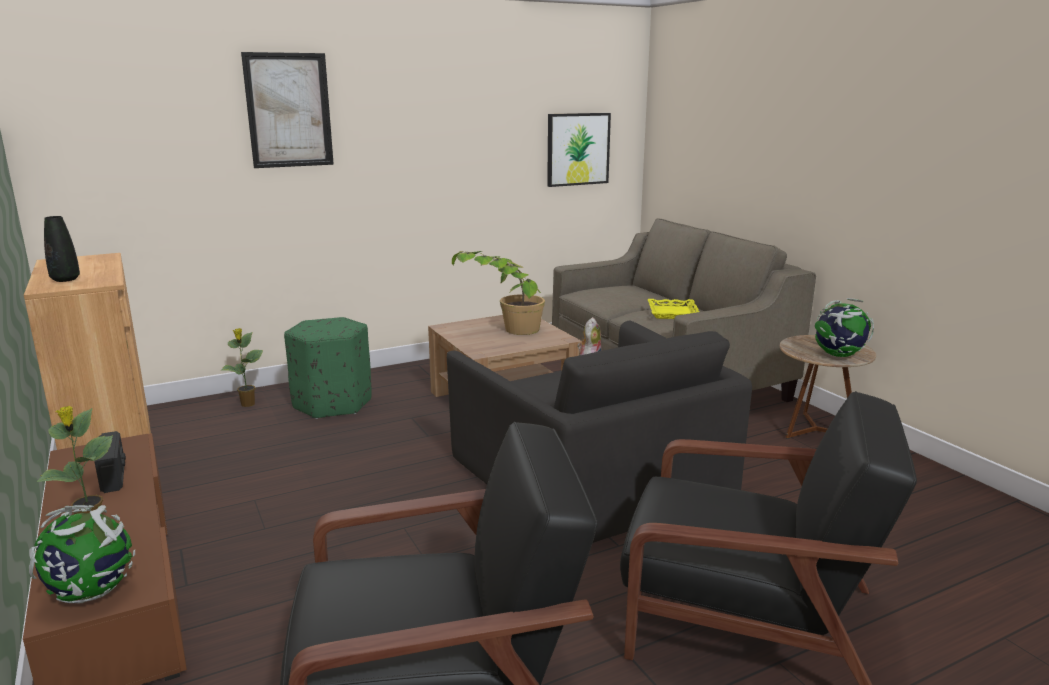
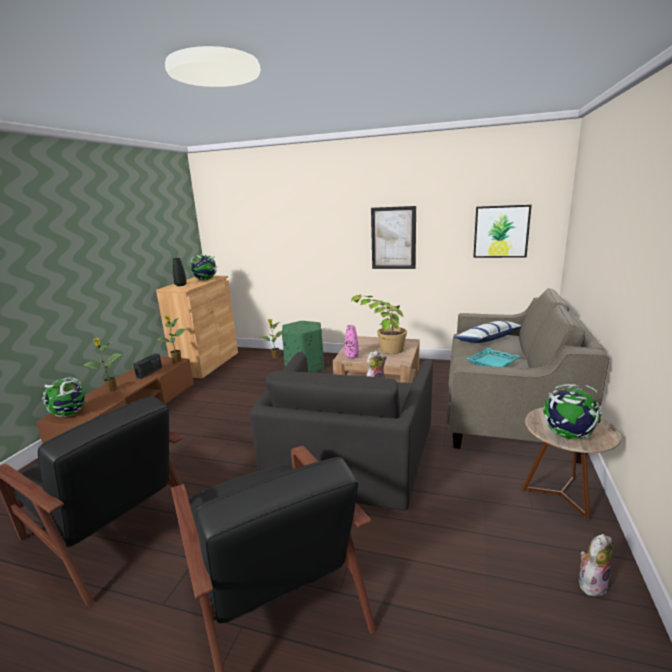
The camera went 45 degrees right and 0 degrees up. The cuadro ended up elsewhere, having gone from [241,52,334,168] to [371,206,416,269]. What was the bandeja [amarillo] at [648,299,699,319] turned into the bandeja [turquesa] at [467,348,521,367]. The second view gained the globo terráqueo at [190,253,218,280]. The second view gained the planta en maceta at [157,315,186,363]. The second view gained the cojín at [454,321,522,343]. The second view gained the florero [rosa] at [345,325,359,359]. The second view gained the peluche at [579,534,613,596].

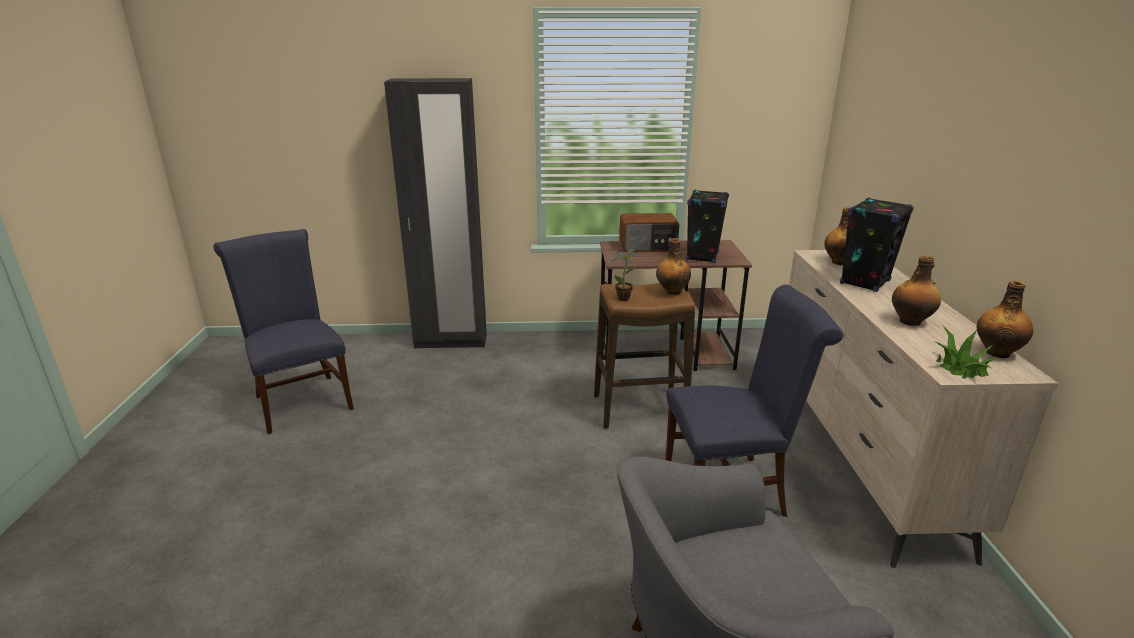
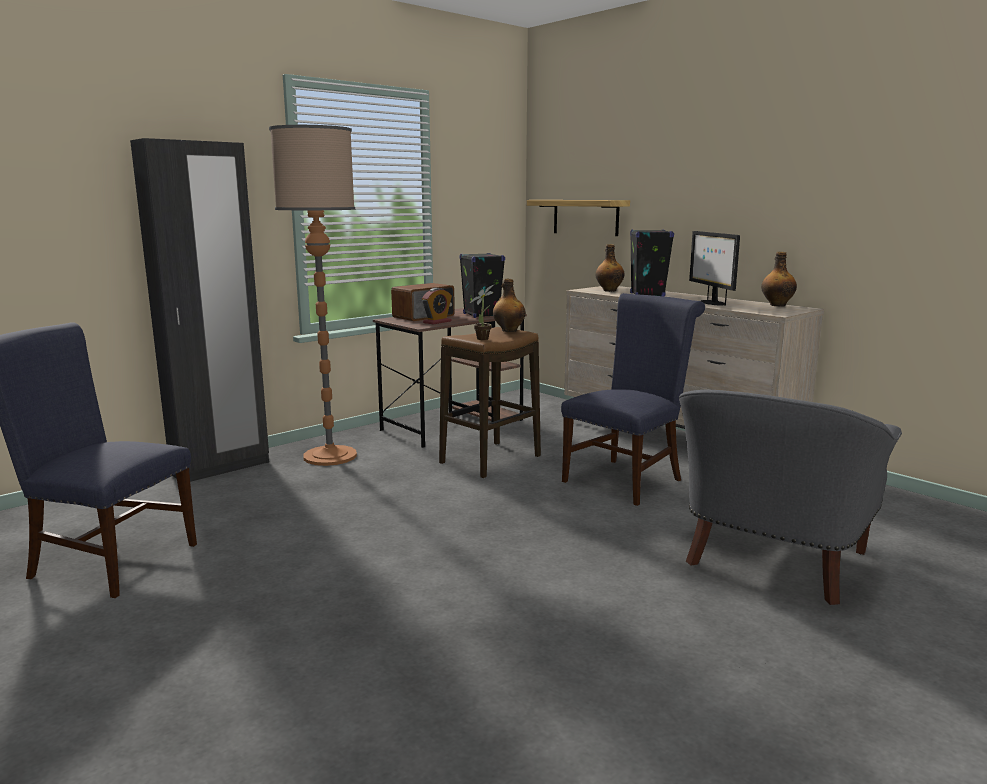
The camera went 40 degrees left and 10 degrees down. Where the botella stood at [892,255,941,326], the monitor came to stand at [689,231,740,306]. The second view lost the planta en maceta at [936,326,997,379]. The second view gained the lámpara de pie at [269,125,357,466]. The second view gained the estante at [527,200,630,236]. The second view gained the despertador at [422,288,452,324].

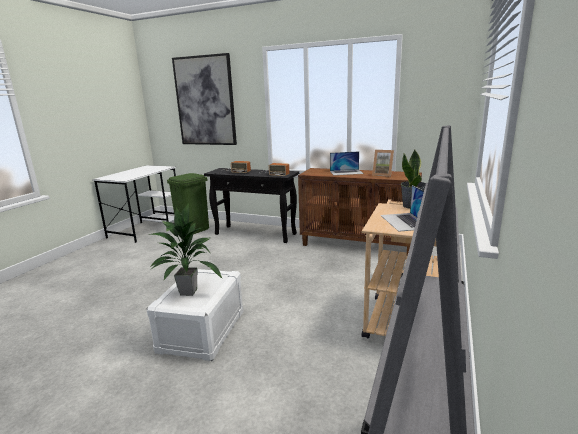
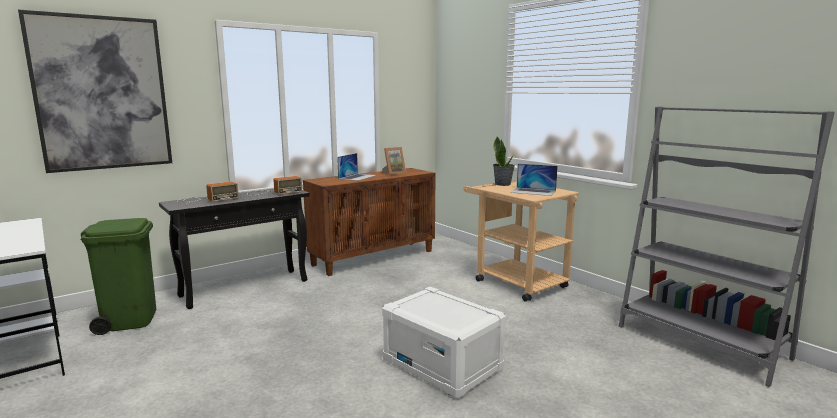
The camera went 60 degrees left and 5 degrees down. The second view lost the planta en maceta at [150,203,223,296].

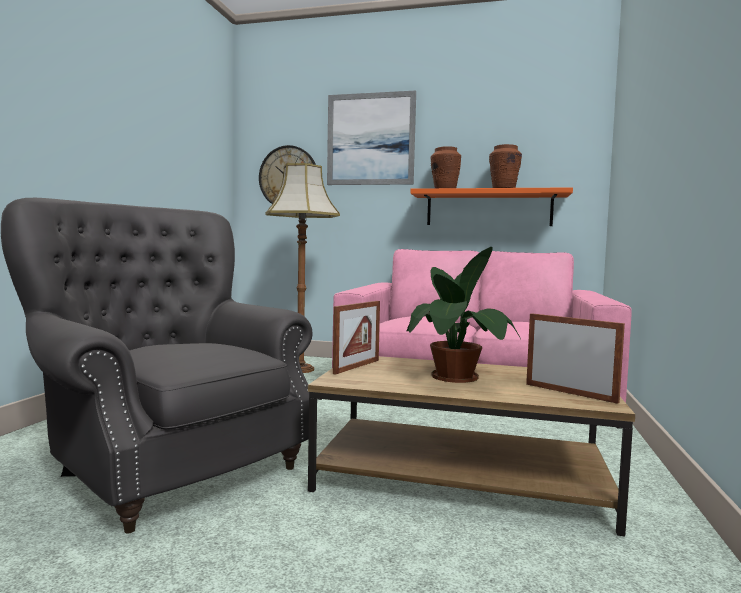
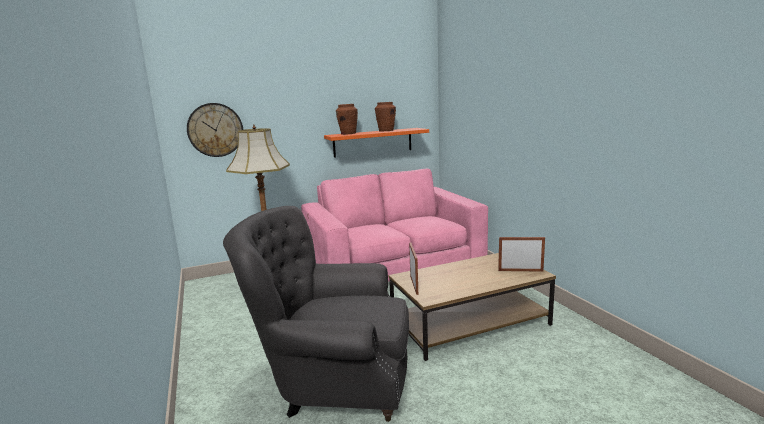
The camera went 35 degrees left and 10 degrees up. The second view lost the cuadro at [327,90,416,185]. The second view lost the planta en maceta at [407,247,521,383].

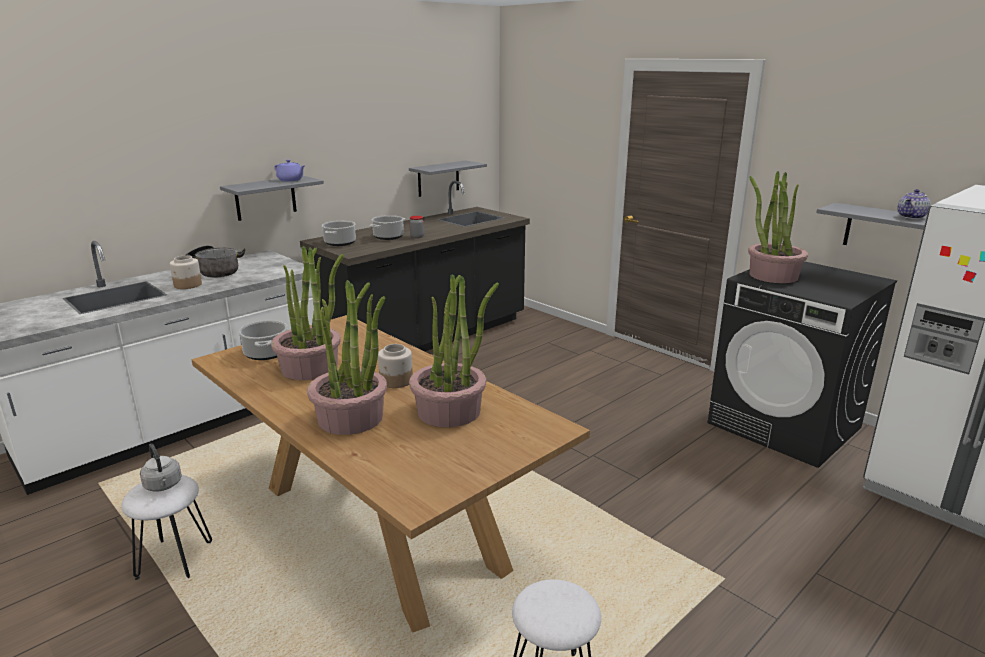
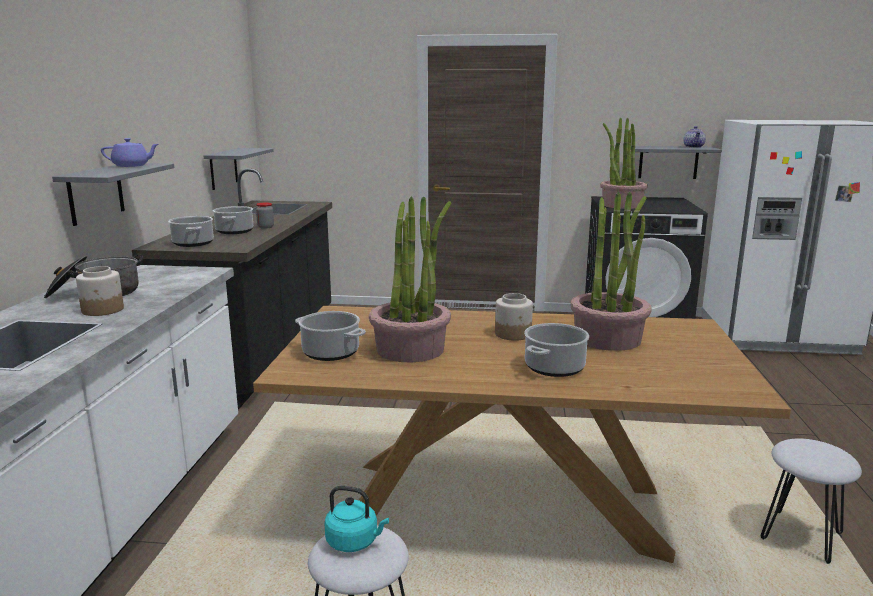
The camera went 40 degrees left and 5 degrees down. Where the planta en maceta stood at [307,280,387,435], the olla came to stand at [524,323,589,377]. What was the hervidor [gris] at [140,444,182,492] turned into the hervidor [turquesa] at [324,486,389,552].

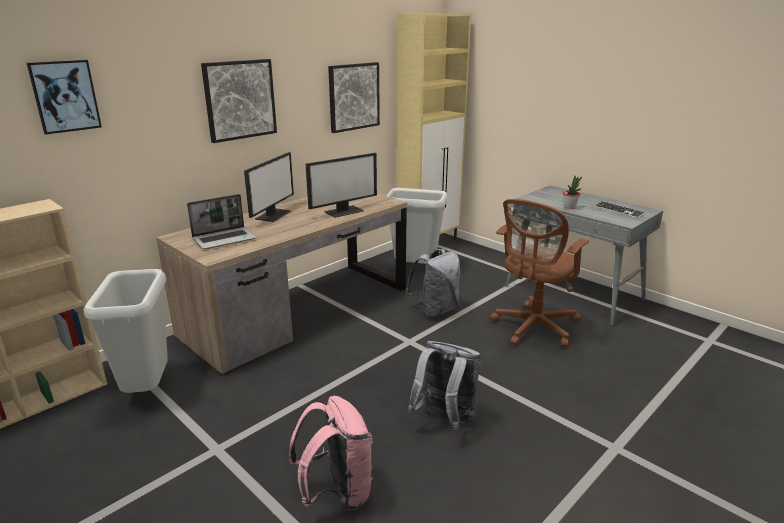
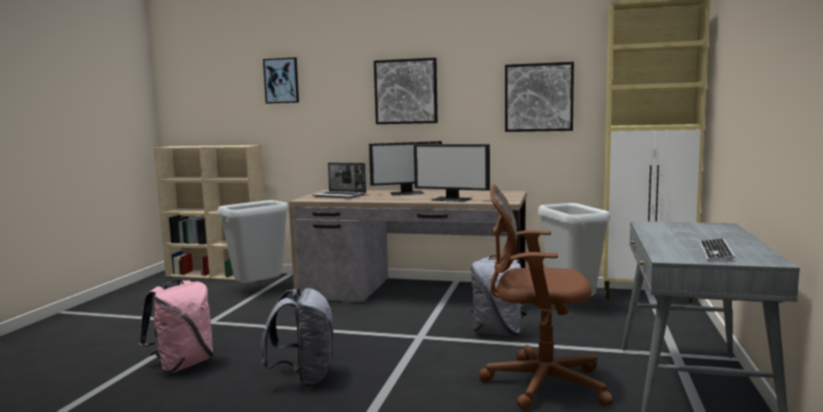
The camera went 60 degrees right and 15 degrees down. The second view lost the planta en maceta at [563,175,582,209].

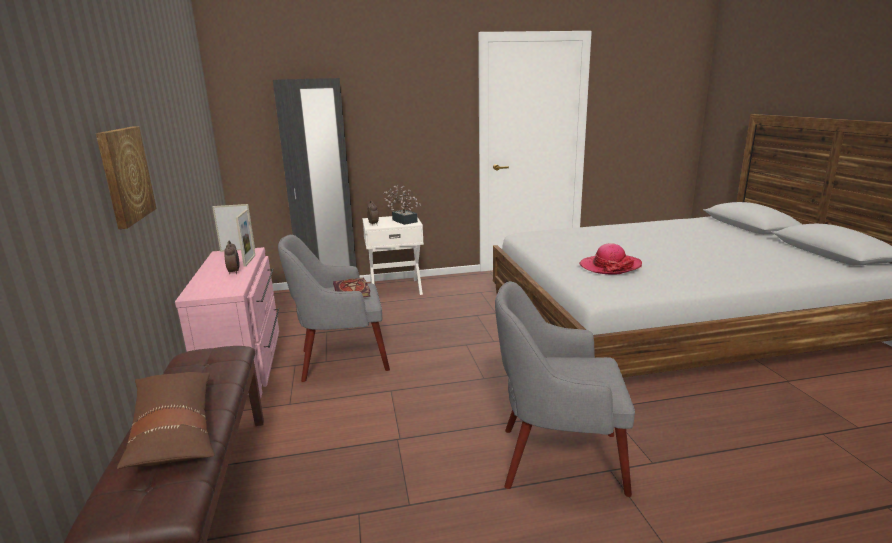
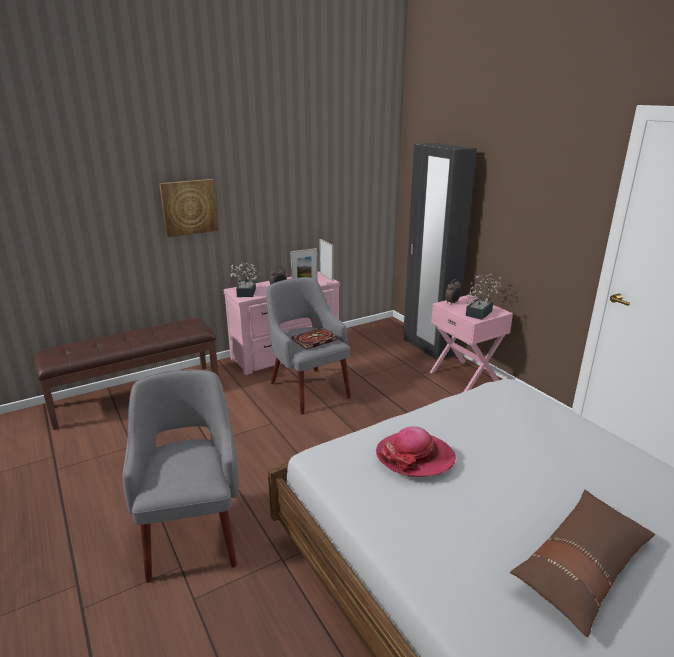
The camera went 70 degrees right and 5 degrees up. What was the mesita de noche [blanco] at [362,216,424,295] turned into the mesita de noche [rosa] at [430,295,513,392]. The cojín [marrón] ended up elsewhere, having gone from [117,372,215,469] to [510,490,655,637]. The second view gained the planta en maceta at [230,262,260,297].

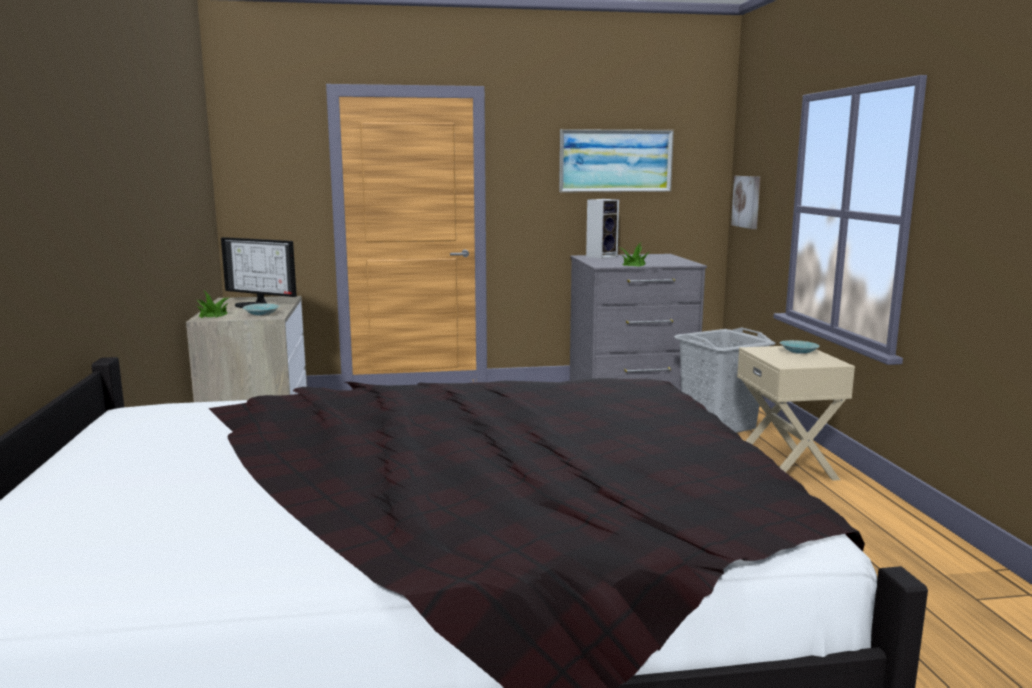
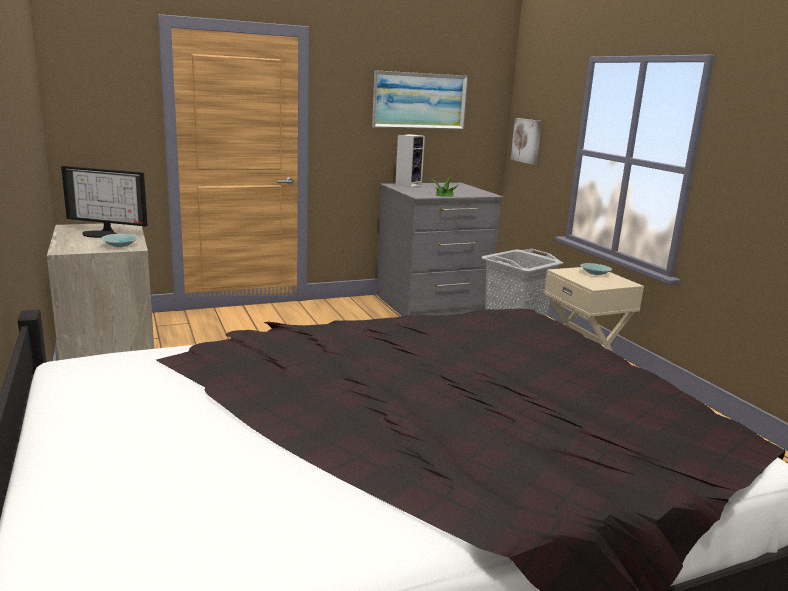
The camera went 15 degrees left and 5 degrees up. The second view lost the planta en maceta at [196,291,228,318].

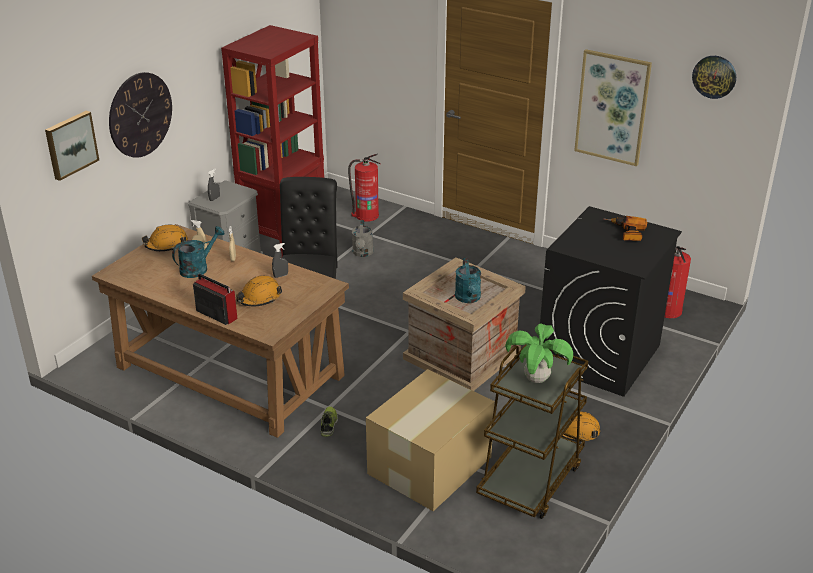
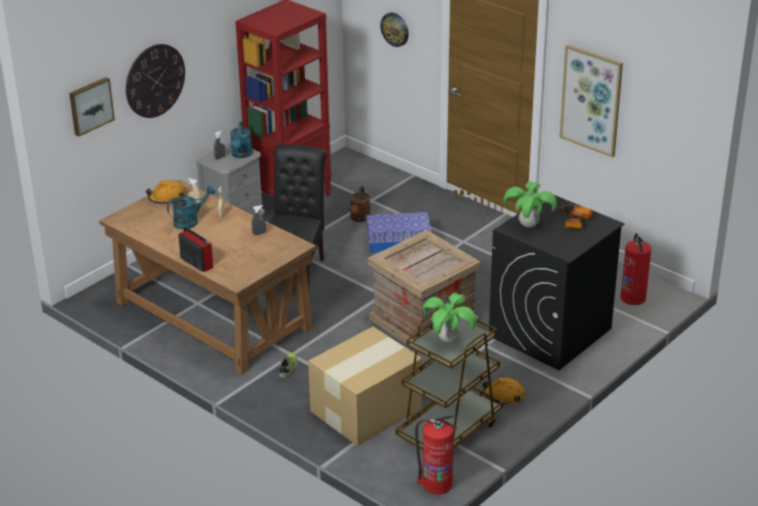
The camera went 10 degrees right and 0 degrees up. The reloj de pared ended up elsewhere, having gone from [692,56,736,99] to [380,13,409,47]. The extintor ended up elsewhere, having gone from [348,154,381,222] to [415,415,458,495]. What was the regadera [gris] at [352,220,374,257] turned into the regadera [marrón] at [350,186,371,222]. The regadera [turquesa] ended up elsewhere, having gone from [455,258,481,303] to [230,122,253,158]. The second view lost the casco [naranja] at [236,275,282,307]. The second view gained the planta en maceta at [504,181,557,228]. The second view gained the caja de almacenaje at [366,212,432,253].

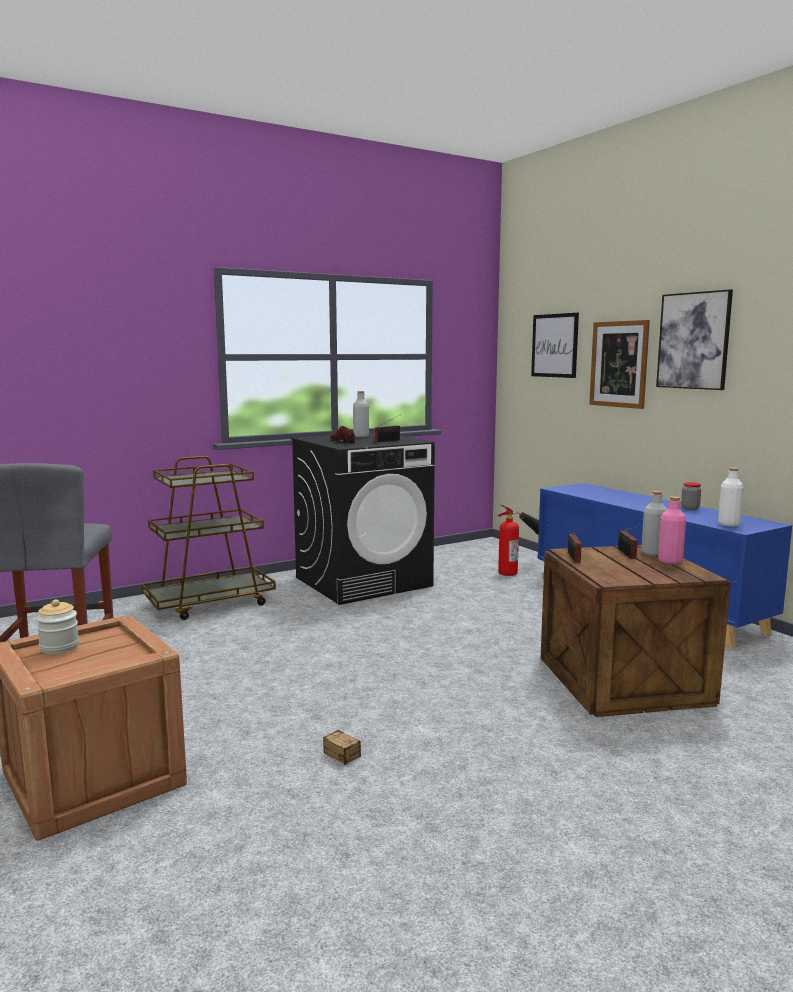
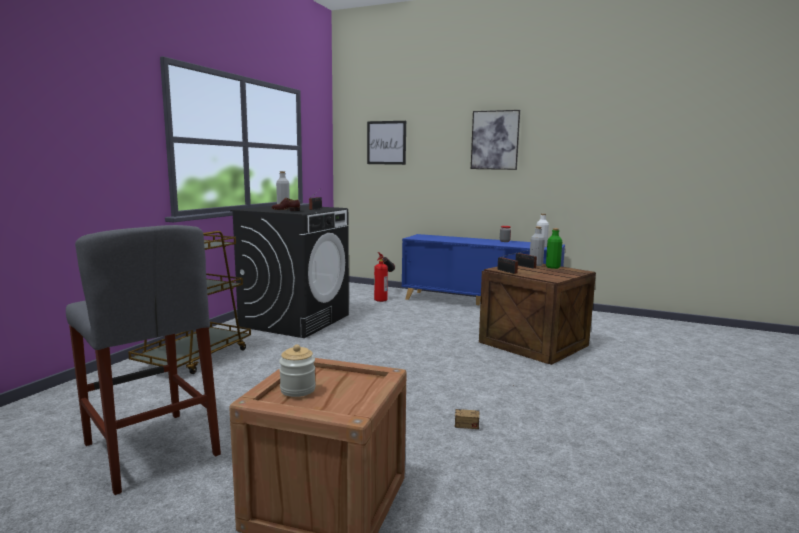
The camera went 35 degrees left and 0 degrees up. The second view lost the cuadro at [589,320,650,409]. What was the botella [rosa] at [658,496,686,565] turned into the botella [verde] at [546,228,562,269].

